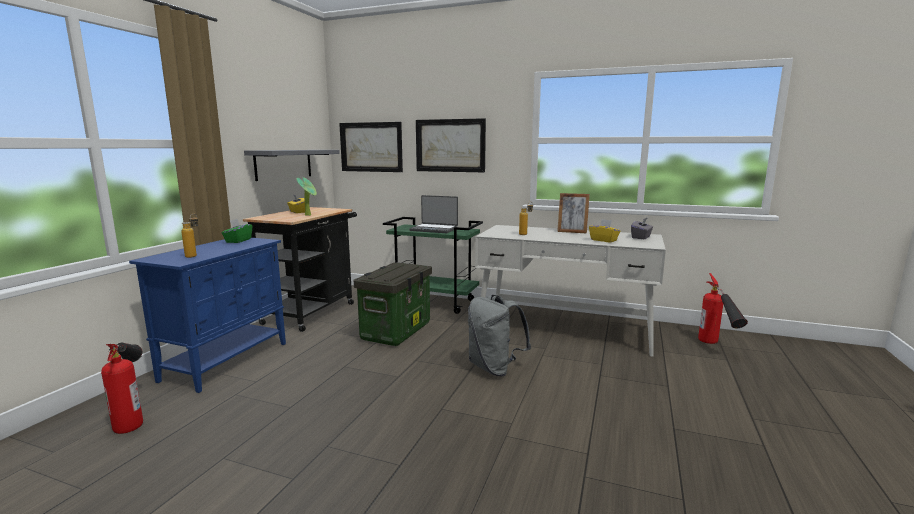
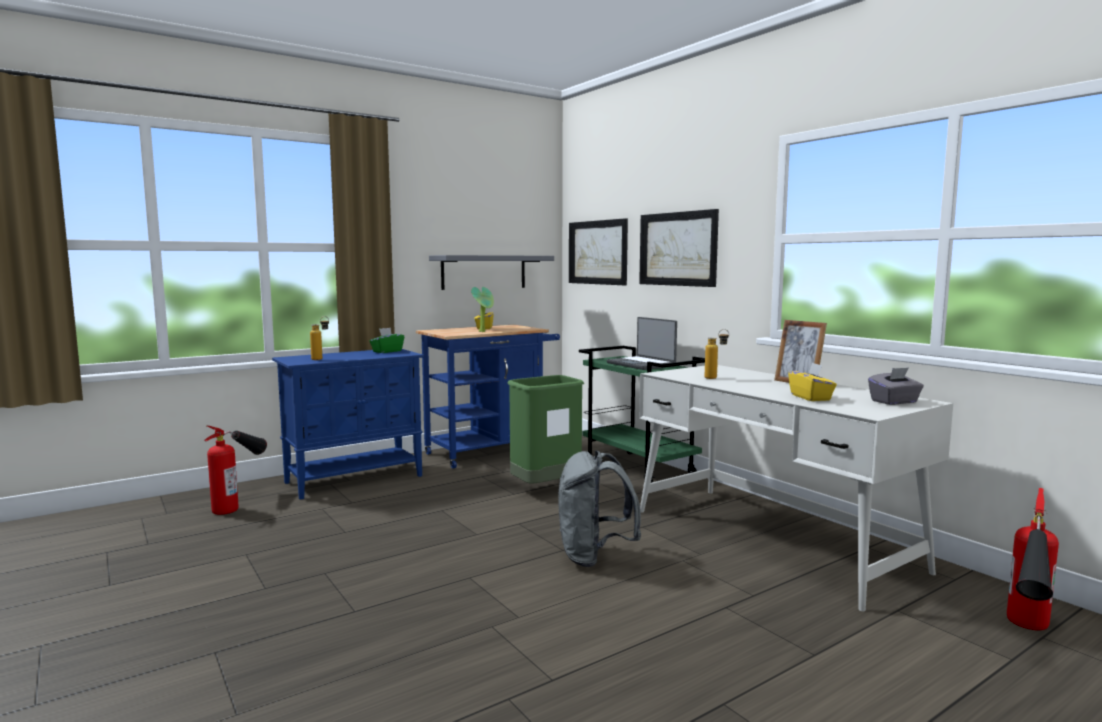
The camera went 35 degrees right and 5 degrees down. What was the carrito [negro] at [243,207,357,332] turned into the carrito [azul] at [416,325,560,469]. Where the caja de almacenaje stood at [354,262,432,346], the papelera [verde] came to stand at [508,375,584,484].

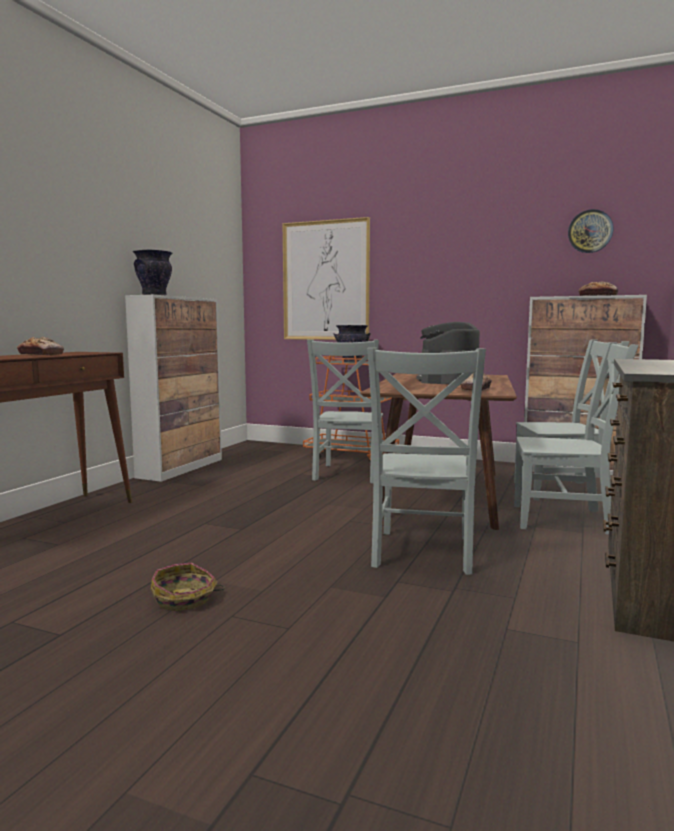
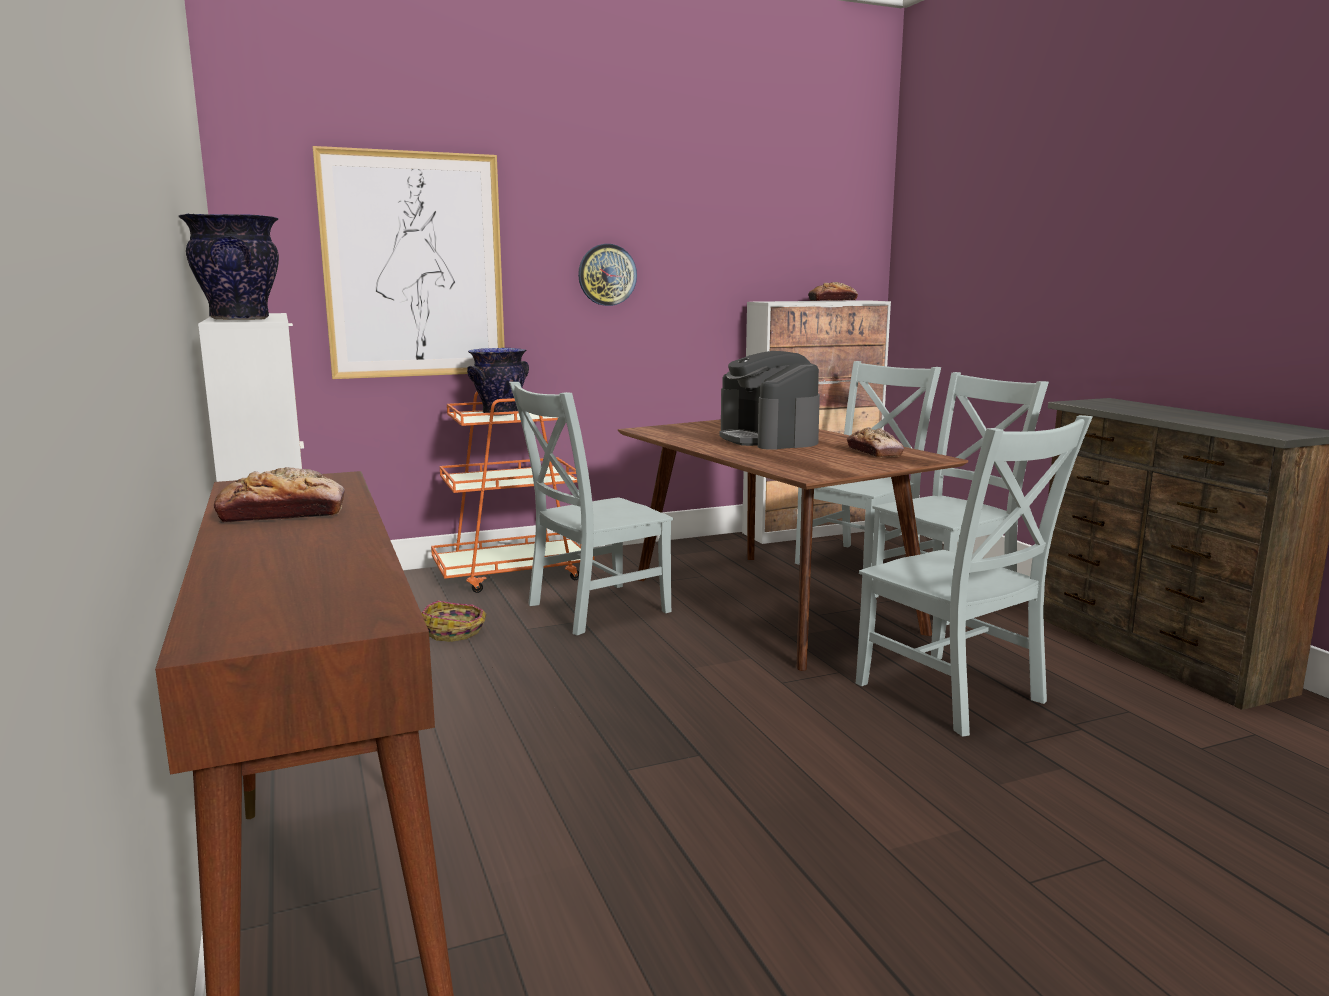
The camera went 45 degrees left and 5 degrees up. The reloj de pared ended up elsewhere, having gone from [568,209,613,253] to [578,244,637,306]. The silla [gris] at [307,339,383,483] ended up facing another way, 90 degrees clockwise from before. The cesta ended up elsewhere, having gone from [151,563,225,611] to [421,601,486,642].

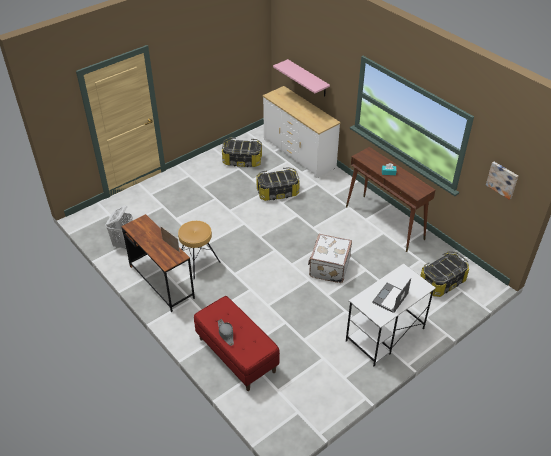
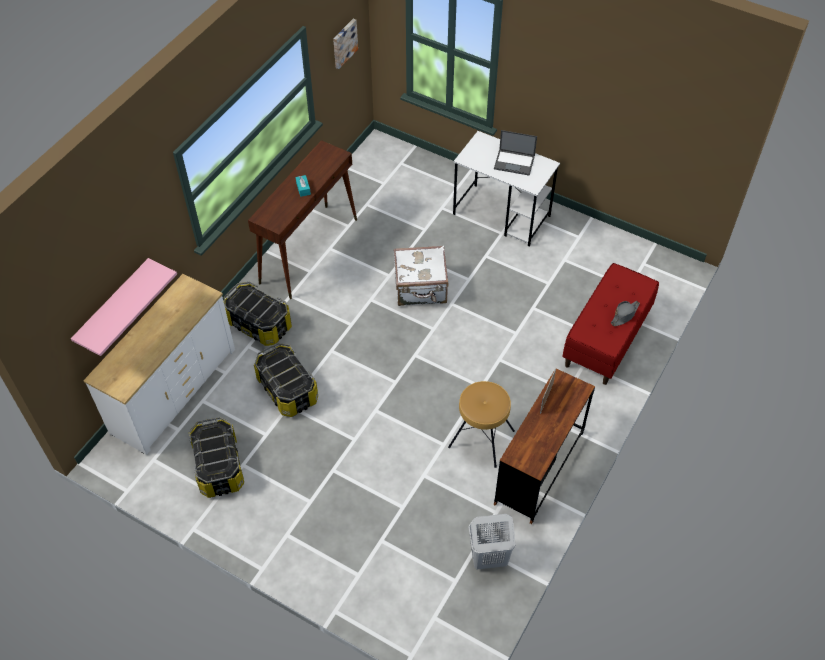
The camera went 110 degrees left and 10 degrees up. The caja de almacenaje ended up elsewhere, having gone from [420,251,469,297] to [224,282,292,346].

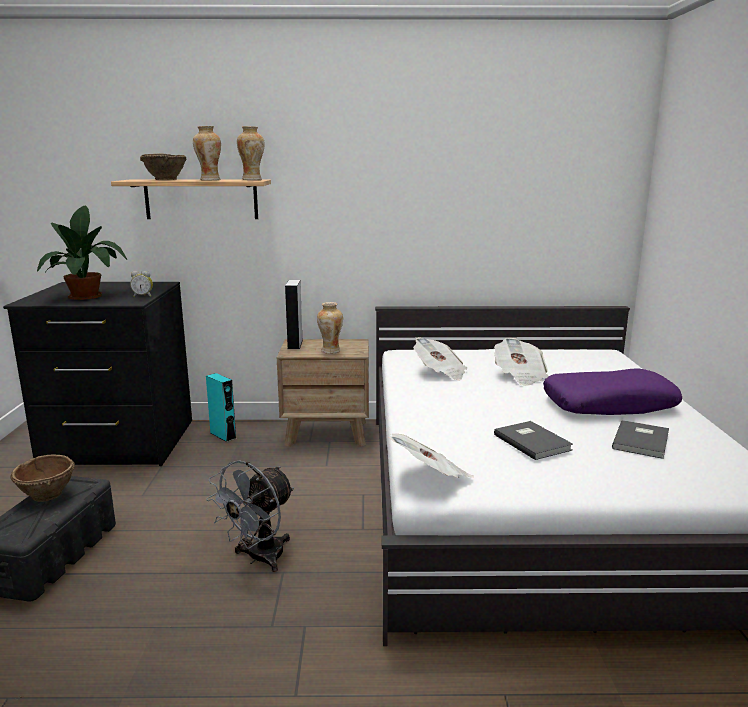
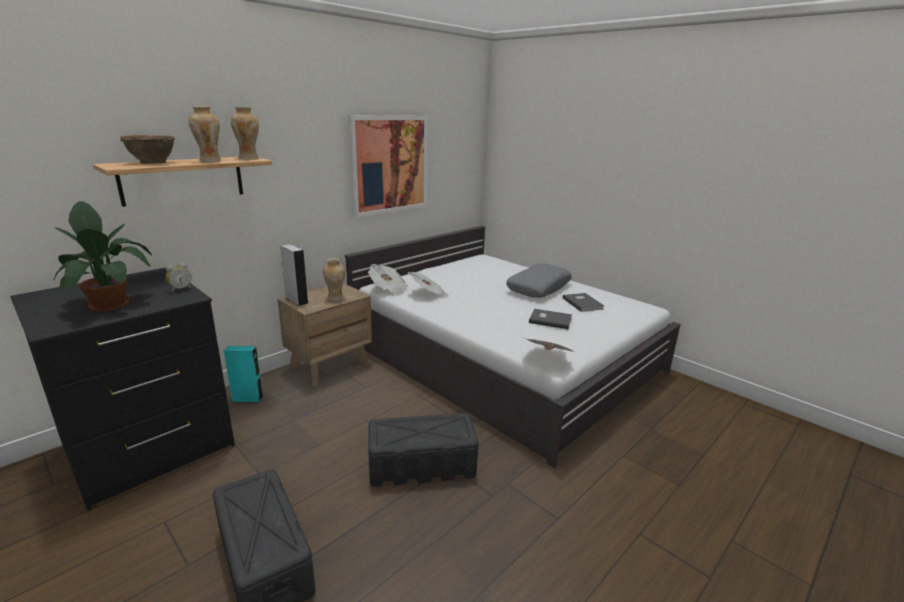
The camera went 45 degrees left and 5 degrees up. The periódico ended up elsewhere, having gone from [494,337,549,386] to [368,264,408,295]. What was the cojín [morado] at [543,369,682,415] turned into the cojín [gris] at [506,263,572,298]. The second view lost the cuenco [marrón] at [11,455,75,502]. Where the ventilador [gris] stood at [206,460,294,572], the caja de almacenaje [negro] came to stand at [368,413,478,487]. The second view gained the cuadro at [348,115,428,218].

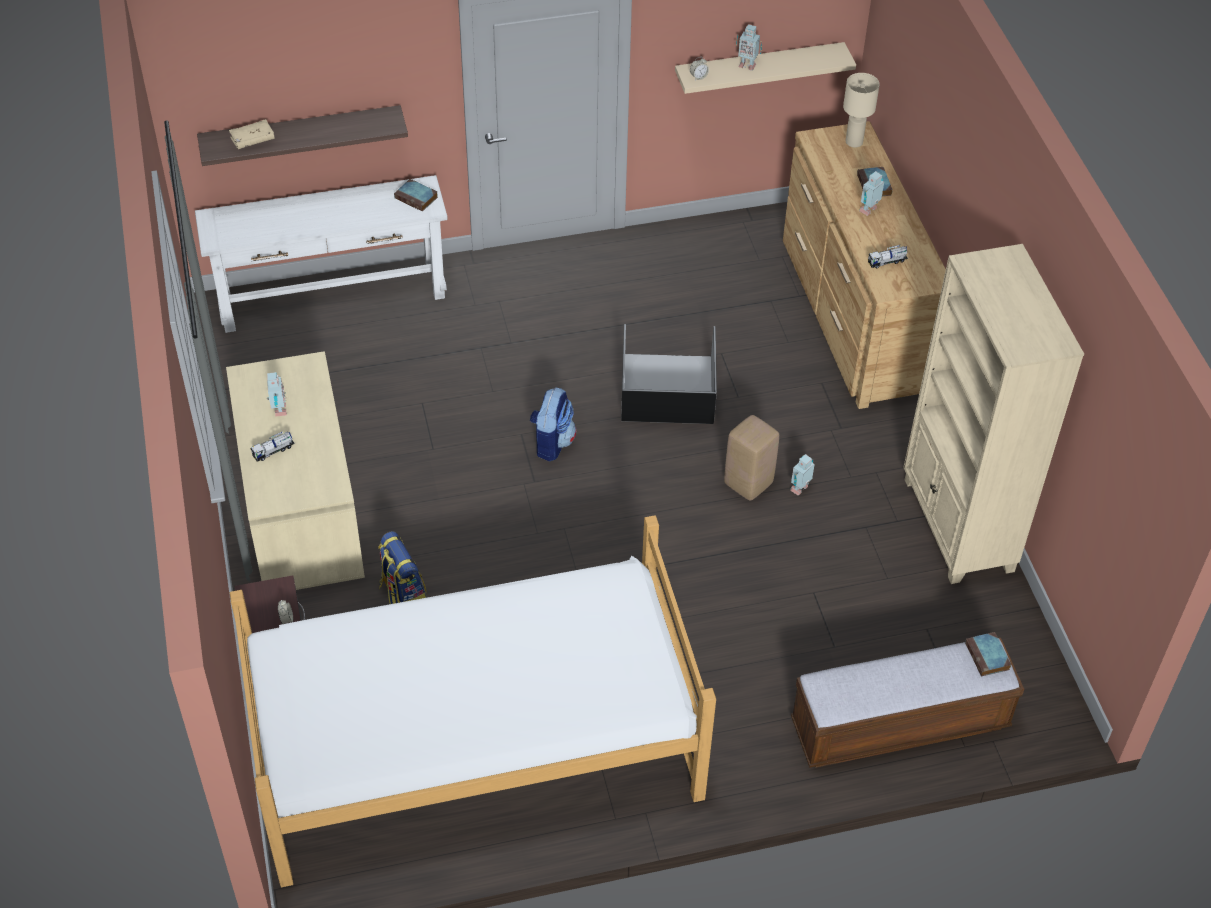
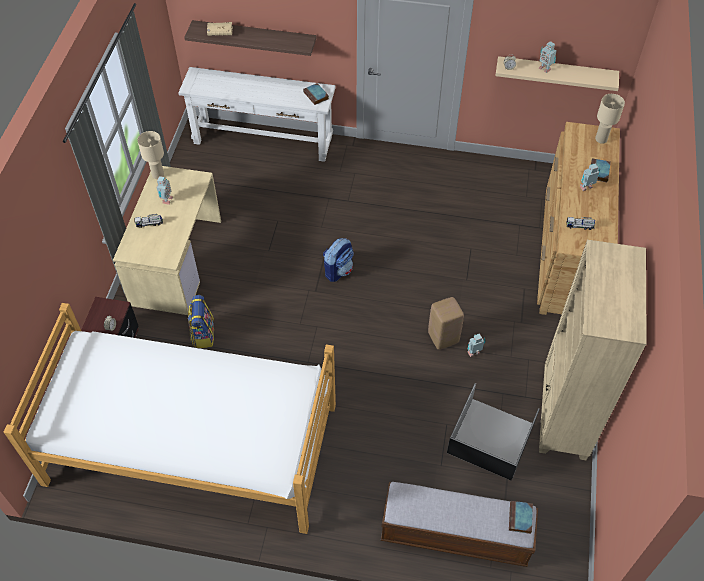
The camera went 25 degrees right and 5 degrees up. The caja de almacenaje [negro] ended up elsewhere, having gone from [621,324,717,424] to [447,383,540,480]. The second view gained the lámpara de mesa [beis] at [137,131,164,179].

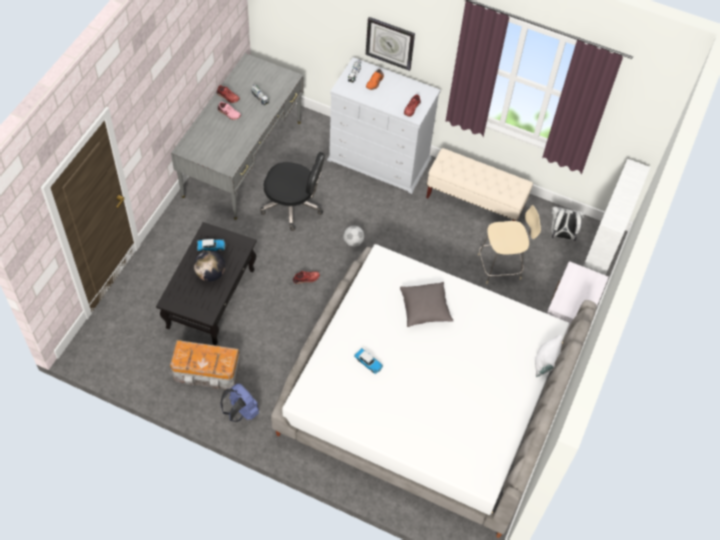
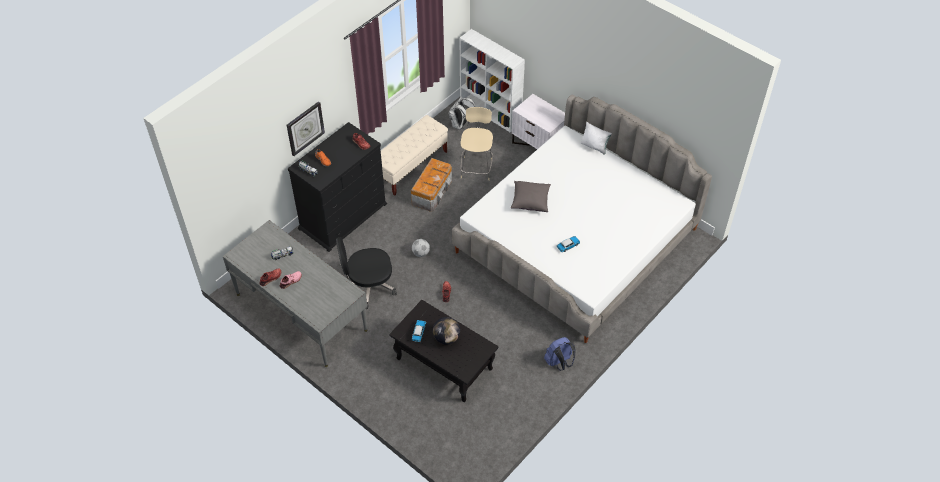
The camera went 70 degrees left and 5 degrees down. What was the cómoda [blanco] at [327,57,441,194] turned into the cómoda [negro] at [288,122,387,252]. The silla de oficina [negro] at [260,152,325,231] ended up facing another way, 135 degrees counterclockwise from before. The caja de almacenaje ended up elsewhere, having gone from [170,340,240,389] to [411,158,452,212].

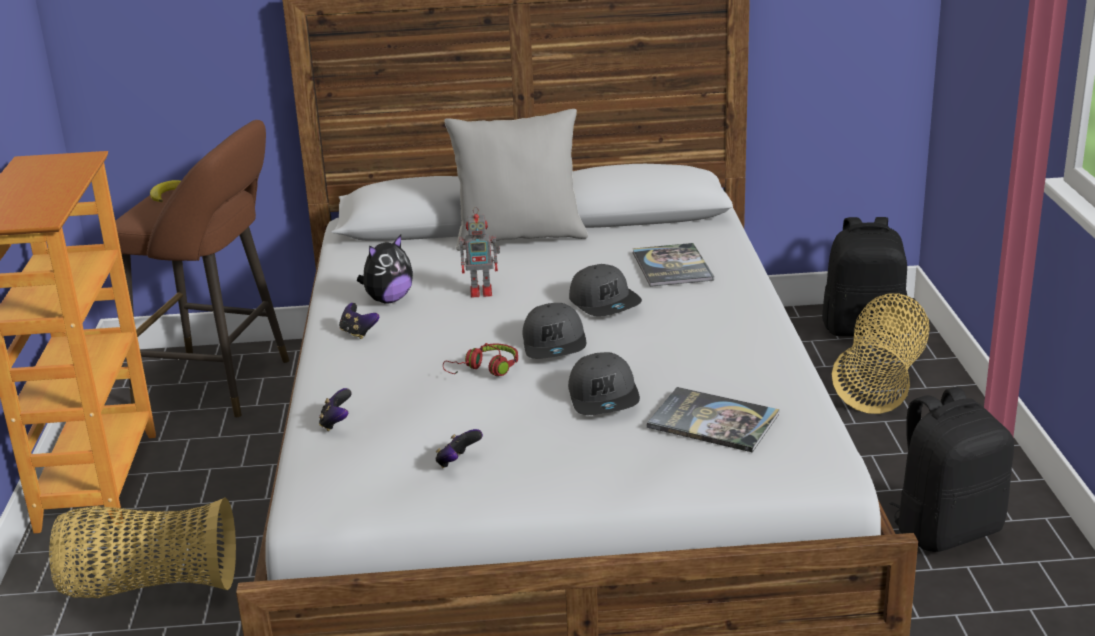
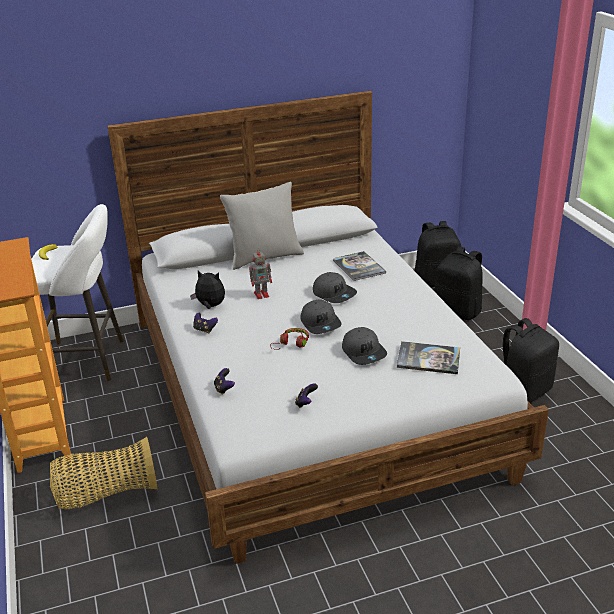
The camera went 15 degrees left and 5 degrees up. What was the taburete [marrón] at [115,120,289,417] turned into the taburete [blanco] at [31,204,124,381]. The peluche at [357,235,413,303] ended up facing another way, 105 degrees counterclockwise from before. Where the cesta stood at [832,294,930,414], the mochila [negro] came to stand at [434,246,483,320].

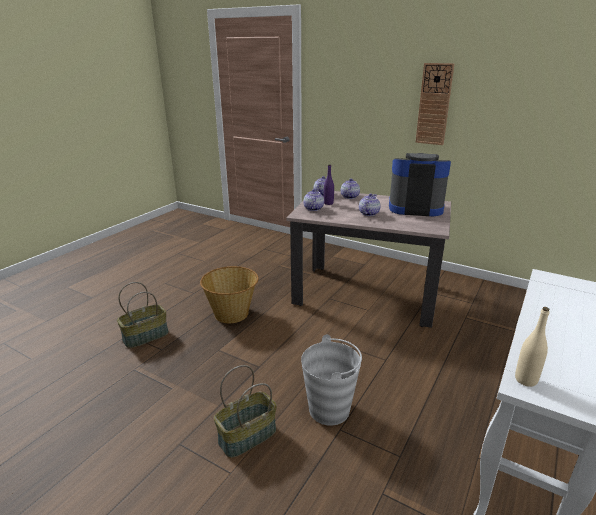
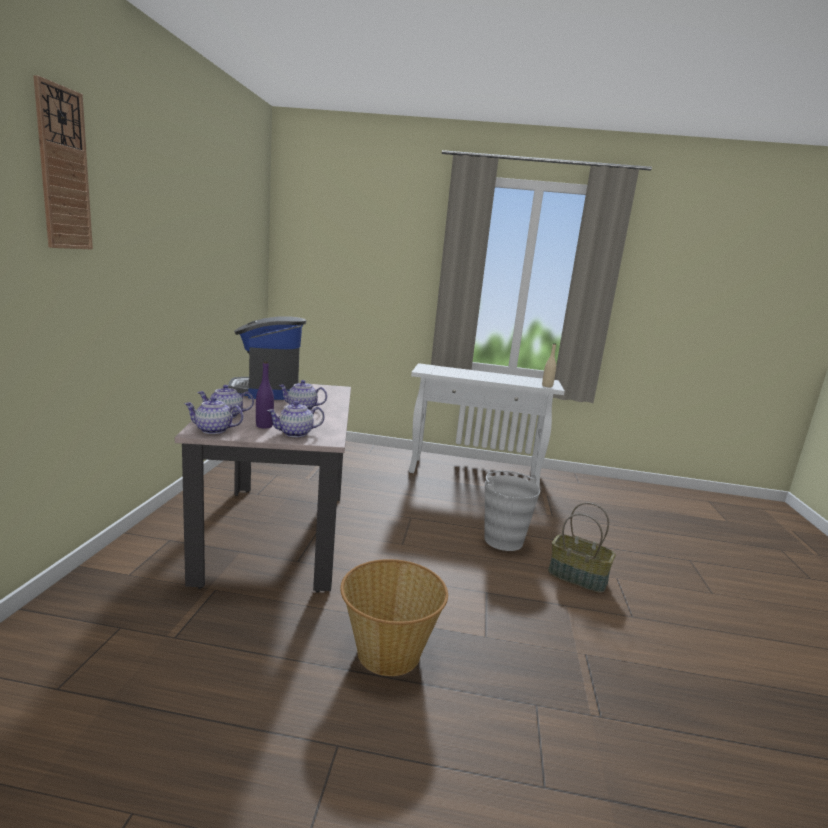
The camera went 115 degrees left and 10 degrees down. The reloj de pared ended up elsewhere, having gone from [416,63,455,145] to [33,75,93,250]. The second view lost the cesta at [117,282,169,348].

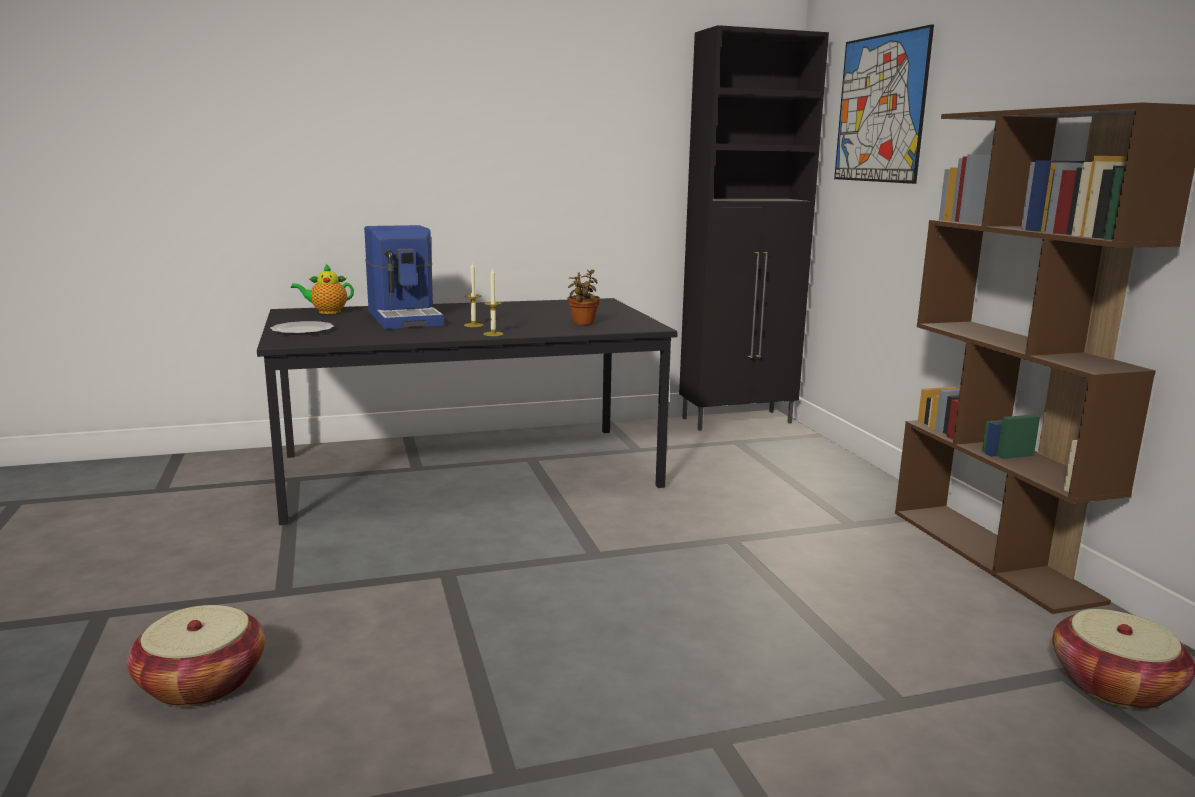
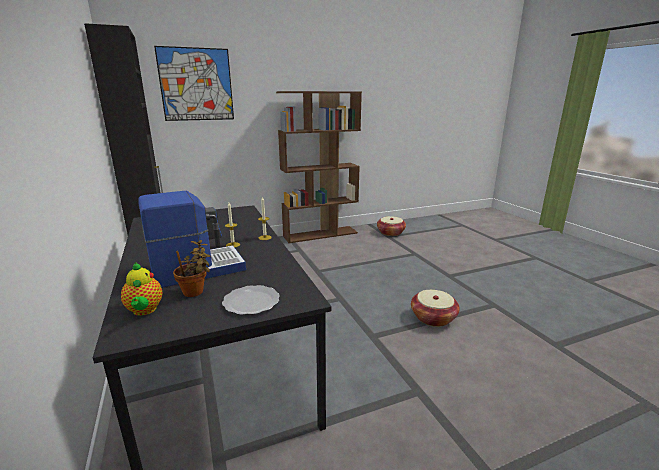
The camera went 95 degrees left and 5 degrees up. The planta en maceta ended up elsewhere, having gone from [568,270,600,325] to [173,240,211,297]. The cesta ended up elsewhere, having gone from [127,605,265,707] to [411,290,460,327].

